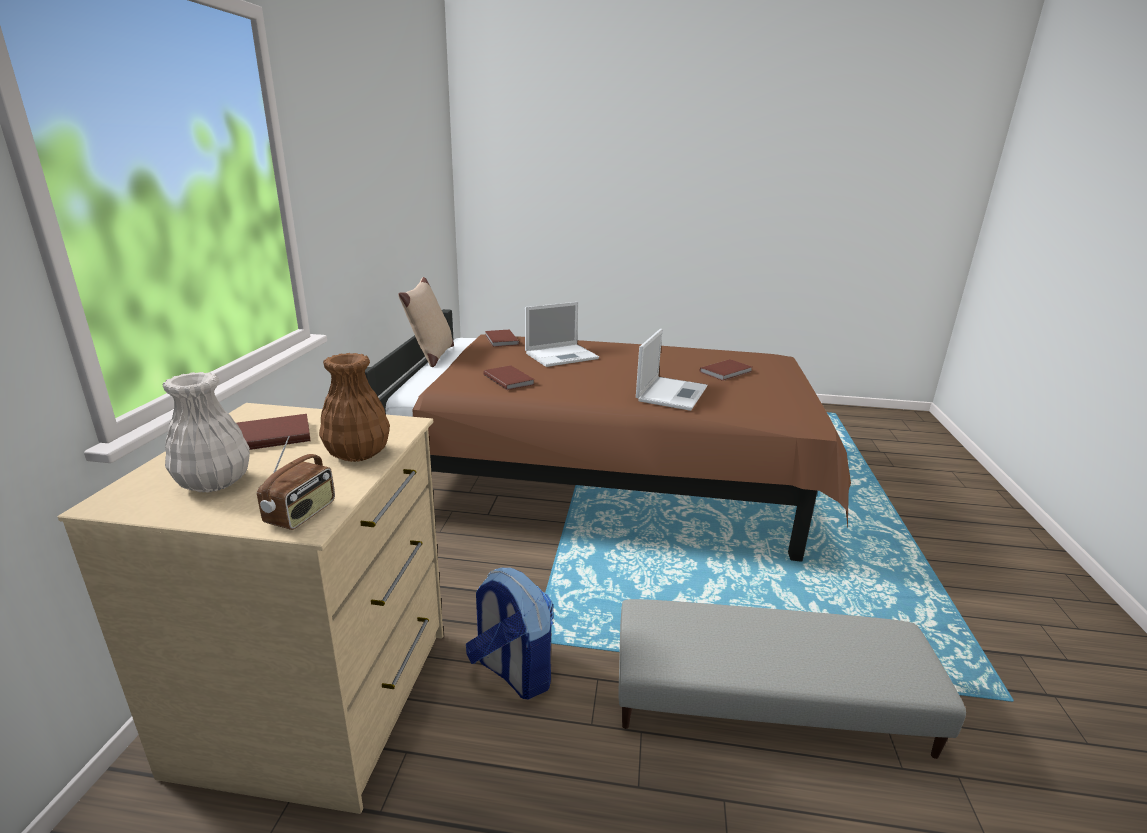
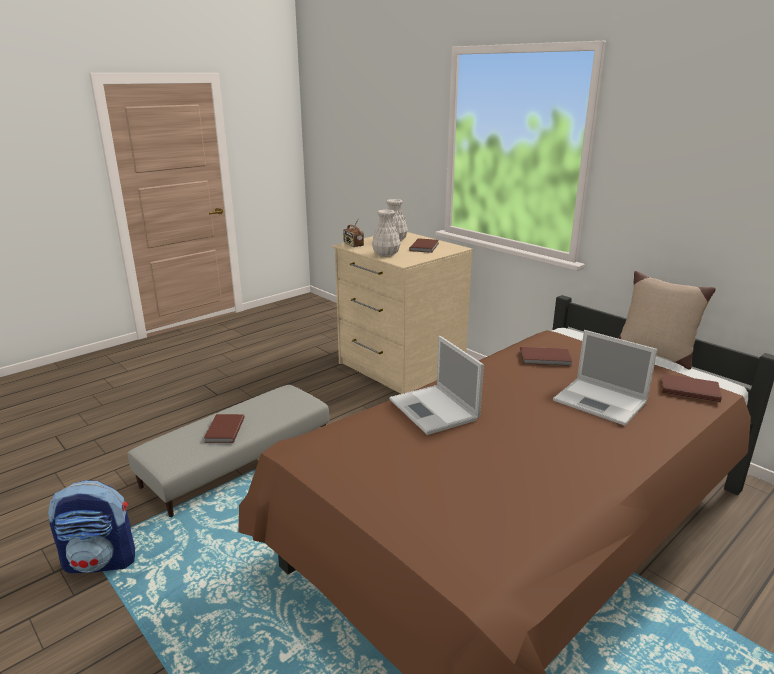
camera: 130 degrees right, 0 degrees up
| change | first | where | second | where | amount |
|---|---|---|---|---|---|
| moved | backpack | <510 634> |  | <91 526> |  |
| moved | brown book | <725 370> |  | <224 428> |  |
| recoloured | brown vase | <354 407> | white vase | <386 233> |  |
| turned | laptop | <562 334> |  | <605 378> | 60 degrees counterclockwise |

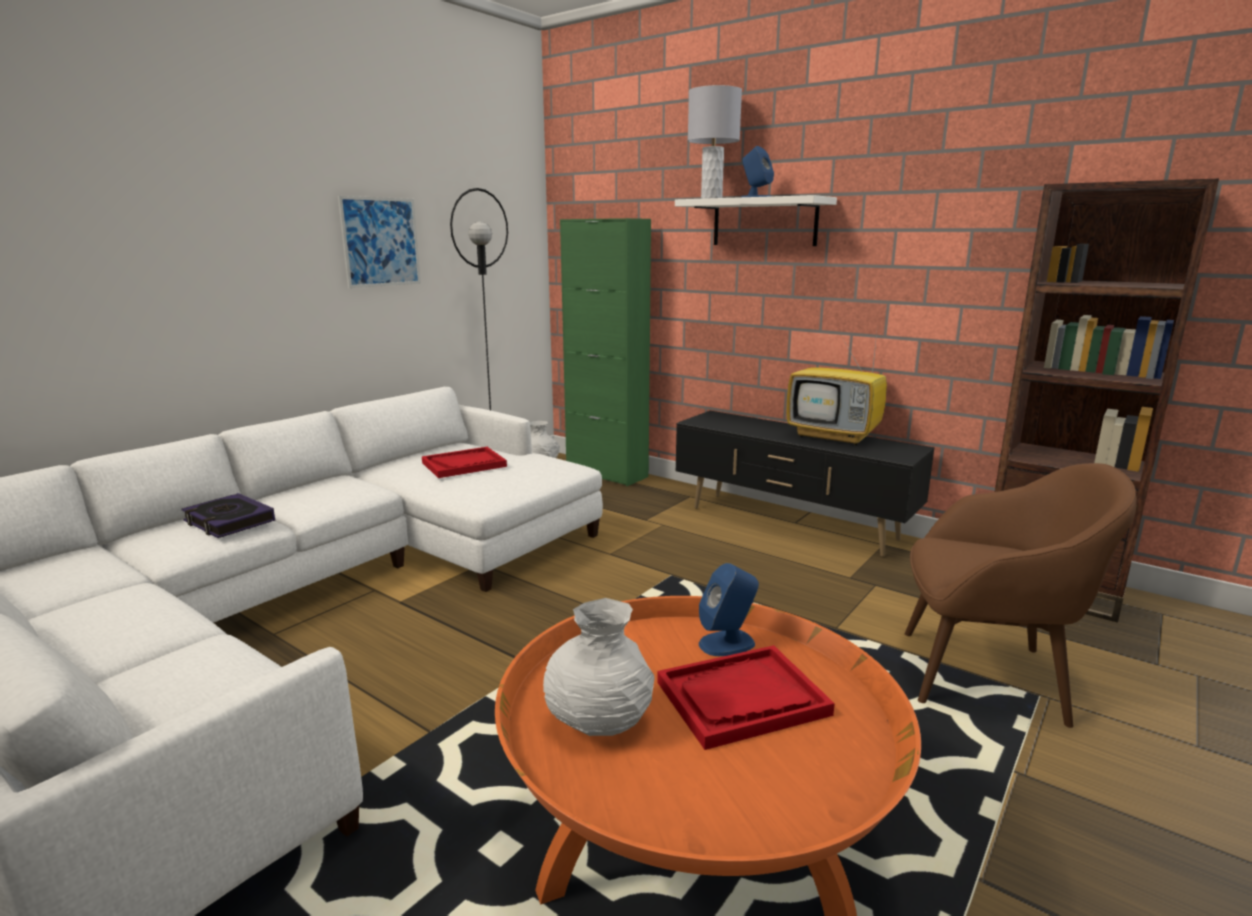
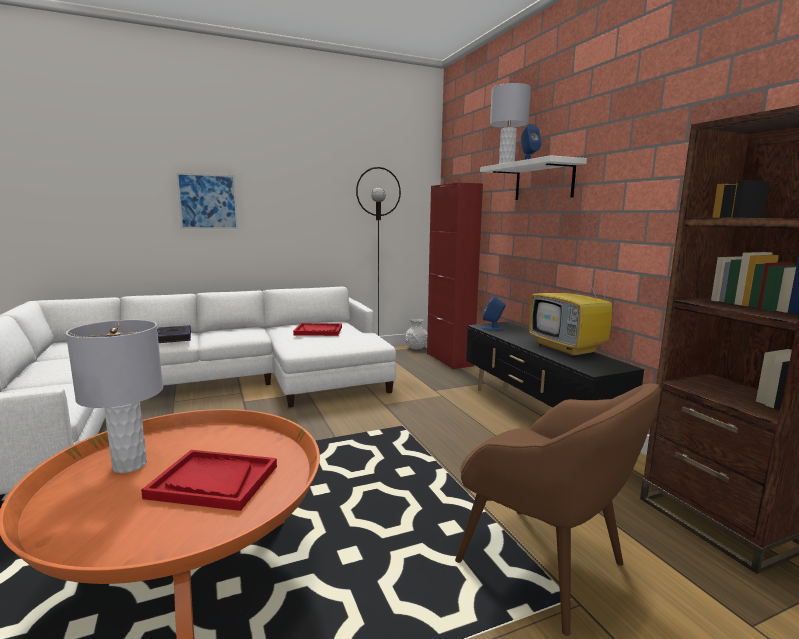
camera: 30 degrees right, 5 degrees down
| change | first | where | second | where | amount |
|---|---|---|---|---|---|
| moved | picture | <379 242> |  | <207 201> |  |
| moved | blue speaker | <729 609> |  | <493 313> |  |
| replaced | white vase | <598 667> | grey table lamp | <114 396> |  |
| recoloured | green cabinet | <605 352> | red cabinet | <455 275> |  |

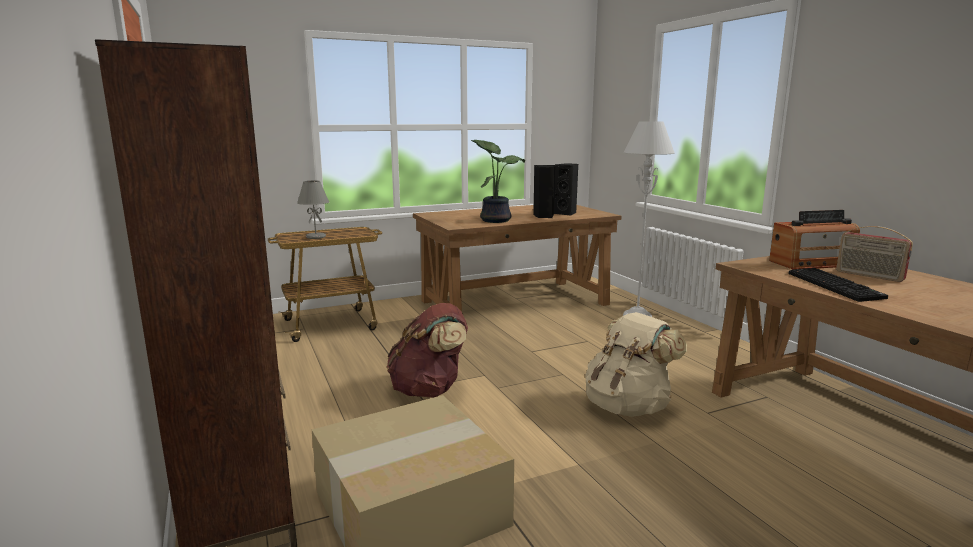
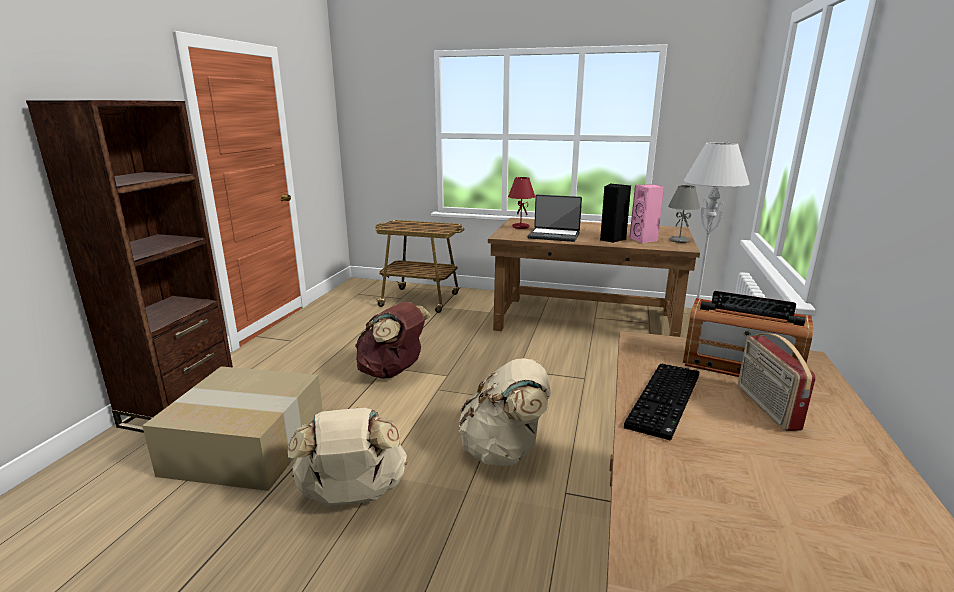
camera: 40 degrees right, 5 degrees up
| change | first | where | second | where | amount |
|---|---|---|---|---|---|
| added |  |  | beige backpack | <347 456> |  |
| added |  |  | red table lamp | <521 203> |  |
| moved | grey table lamp | <313 209> |  | <684 214> |  |
| replaced | potted plant | <498 181> | laptop | <554 218> |  |
| recoloured | black speaker | <566 189> | pink speaker | <646 213> |  |

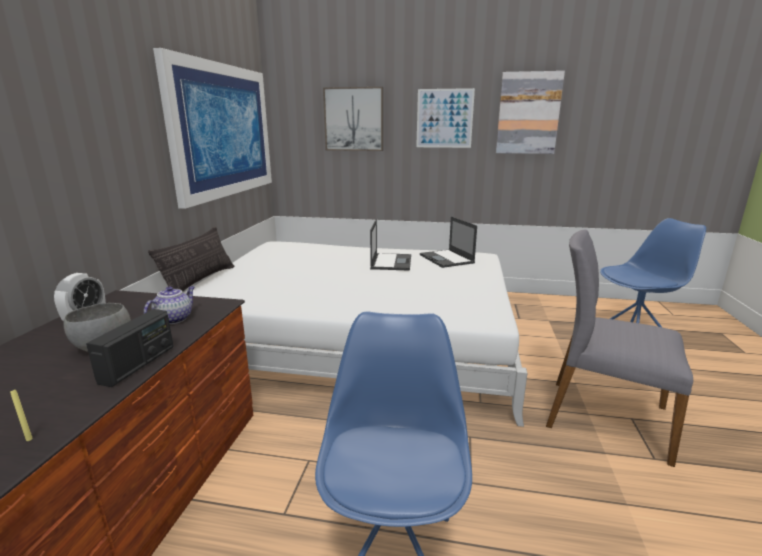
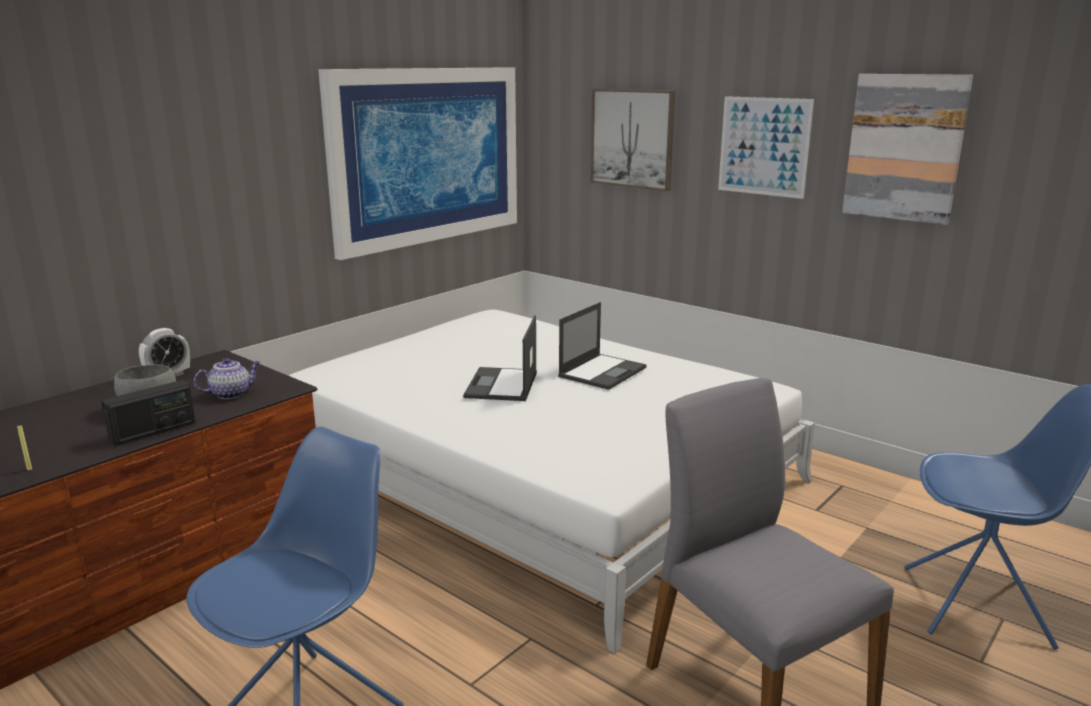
camera: 30 degrees right, 0 degrees up
| change | first | where | second | where | amount |
|---|---|---|---|---|---|
| removed | pillow | <191 259> |  |  |  |
| moved | laptop | <448 242> |  | <500 358> |  |

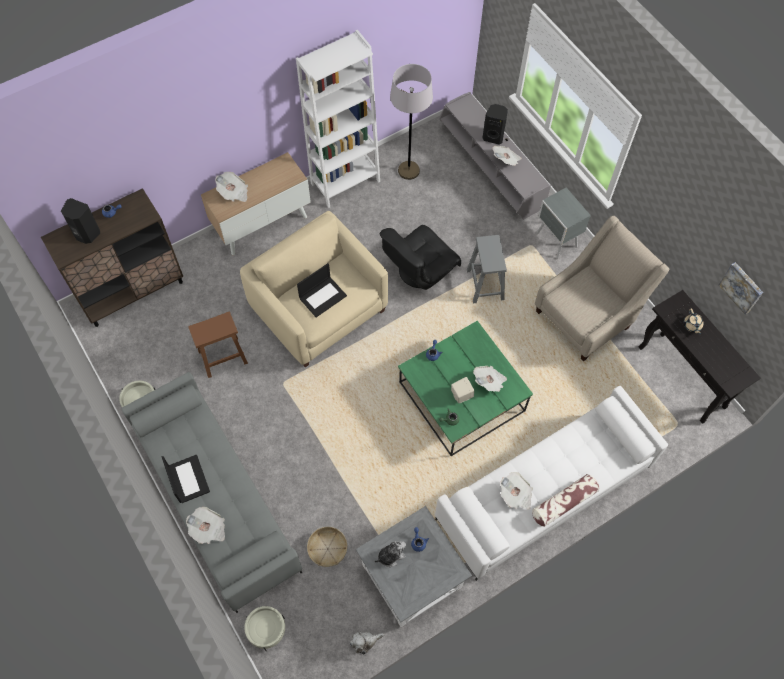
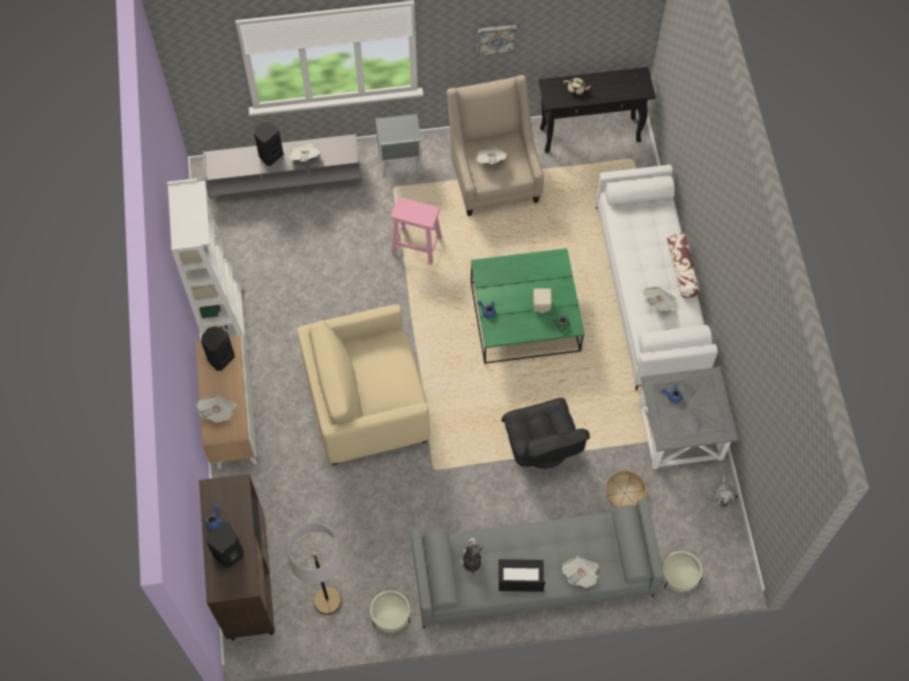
camera: 65 degrees left, 0 degrees up
| change | first | where | second | where | amount |
|---|---|---|---|---|---|
| removed | brown stool | <218 345> |  |  |  |
| removed | laptop | <322 290> |  |  |  |
| added |  |  | black speaker | <218 348> |  |
| moved | plush toy | <390 554> |  | <472 556> |  |
| moved | black armchair | <420 257> |  | <545 433> |  |
| moved | grey floor lamp | <411 122> |  | <315 569> |  |
| moved | newspaper | <490 379> |  | <491 155> |  |
| moved | picture | <741 288> |  | <497 41> |  |
| recoloured | grey stool | <487 269> | pink stool | <416 231> |  |

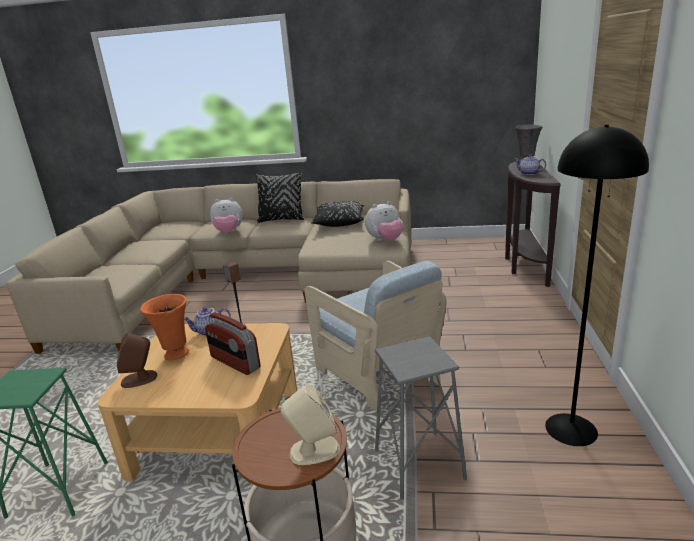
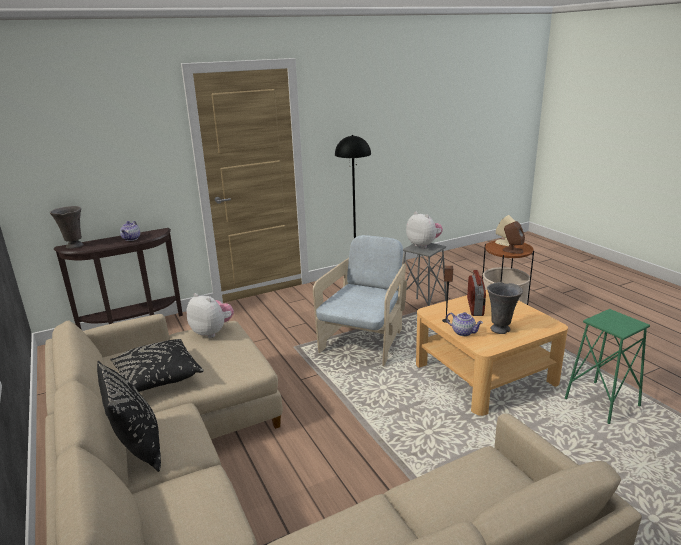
camera: 125 degrees left, 0 degrees up
| change | first | where | second | where | amount |
|---|---|---|---|---|---|
| moved | brown speaker | <137 360> |  | <514 237> |  |
| moved | plush toy | <226 215> |  | <424 230> |  |
| recoloured | orange vase | <164 327> | grey vase | <505 308> |  |

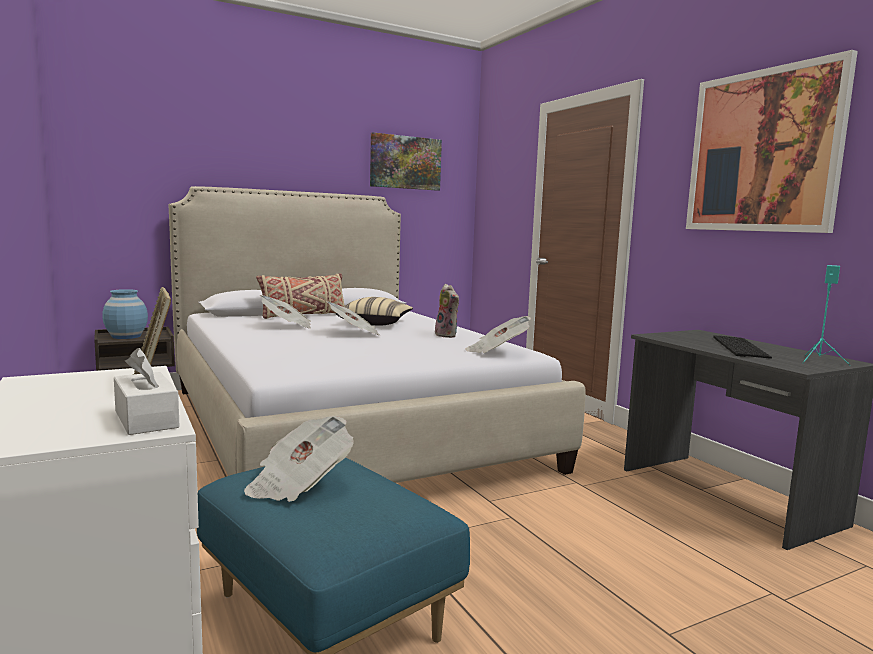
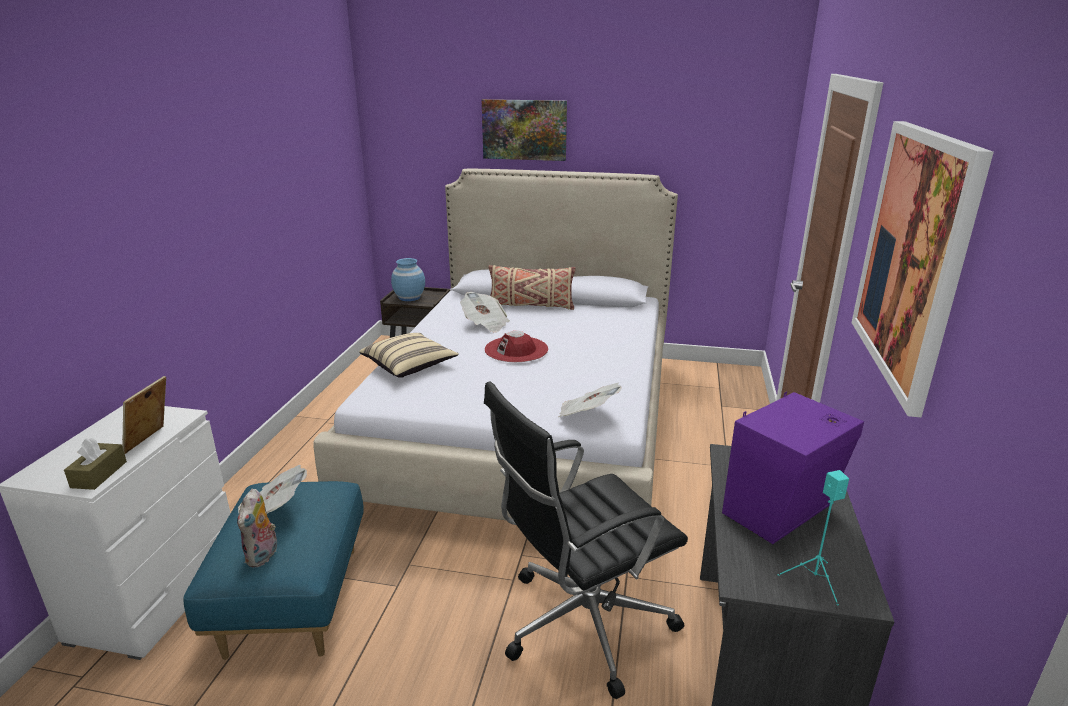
camera: 40 degrees right, 15 degrees up
| change | first | where | second | where | amount |
|---|---|---|---|---|---|
| added |  |  | black office chair | <586 540> |  |
| moved | beige pillow | <374 311> |  | <409 355> |  |
| moved | picture | <406 161> |  | <524 130> |  |
| moved | plush toy | <447 311> |  | <257 528> |  |
| replaced | newspaper | <353 318> | red hat | <516 346> |  |
| replaced | keyboard | <742 347> | purple speaker | <793 468> |  |
| recoloured | white tissue box | <147 391> | brown tissue box | <95 464> |  |

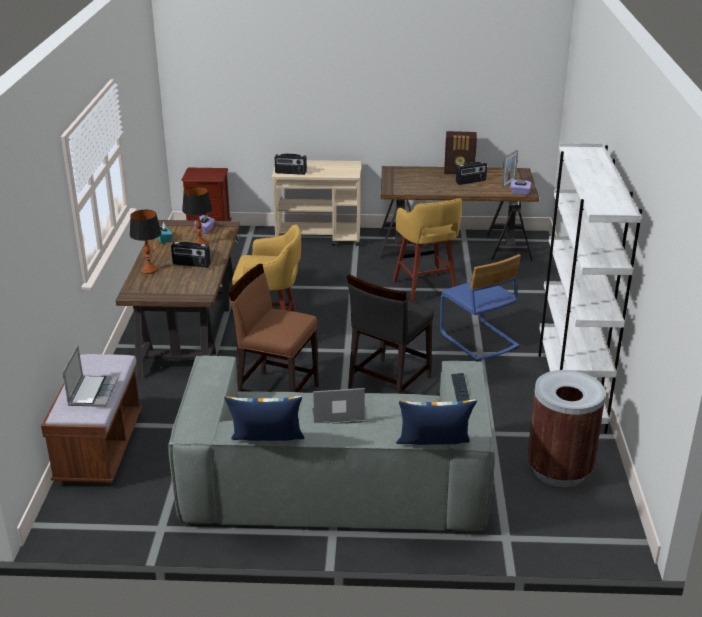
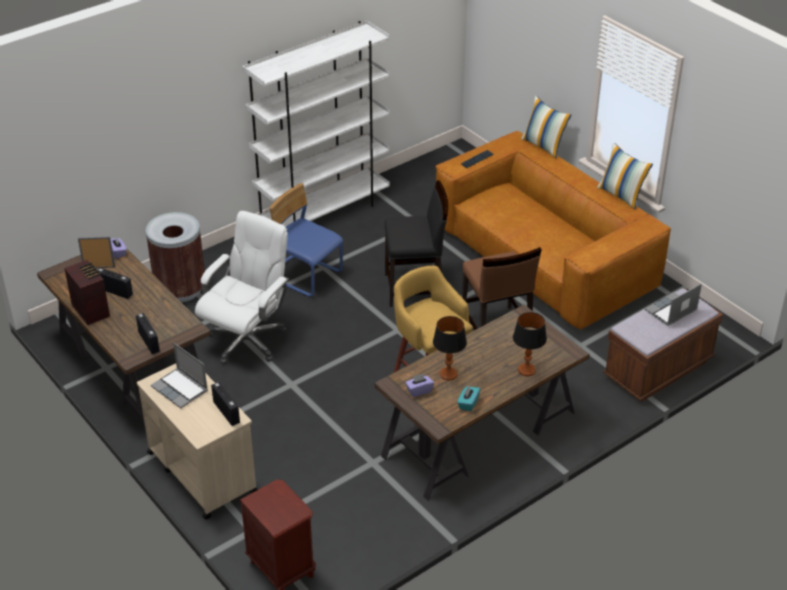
camera: 130 degrees left, 10 degrees up
| change | first | where | second | where | amount |
|---|---|---|---|---|---|
| moved | radio | <191 254> |  | <148 333> |  |
| moved | laptop | <338 405> |  | <179 376> |  |
| moved | brown trash can | <566 428> |  | <175 257> |  |
| replaced | yellow stool | <427 250> | white office chair | <242 288> |  |
| recoloured | grey sofa | <331 443> | brown sofa | <553 230> |  |
| turned | blue chair | <480 307> |  | <306 240> | 75 degrees counterclockwise |

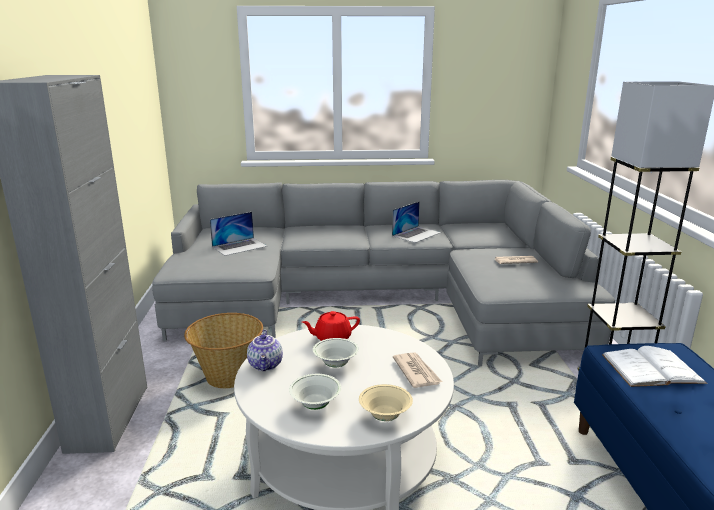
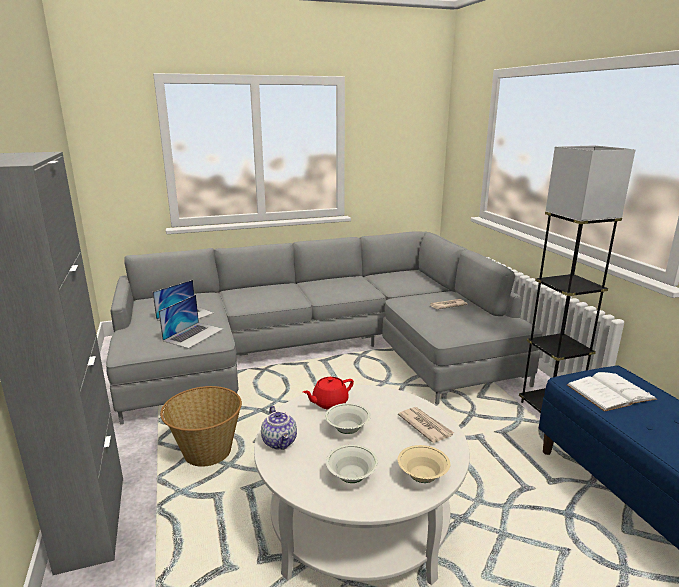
camera: 15 degrees left, 0 degrees up
| change | first | where | second | where | amount |
|---|---|---|---|---|---|
| moved | laptop | <416 222> |  | <191 322> |  |

